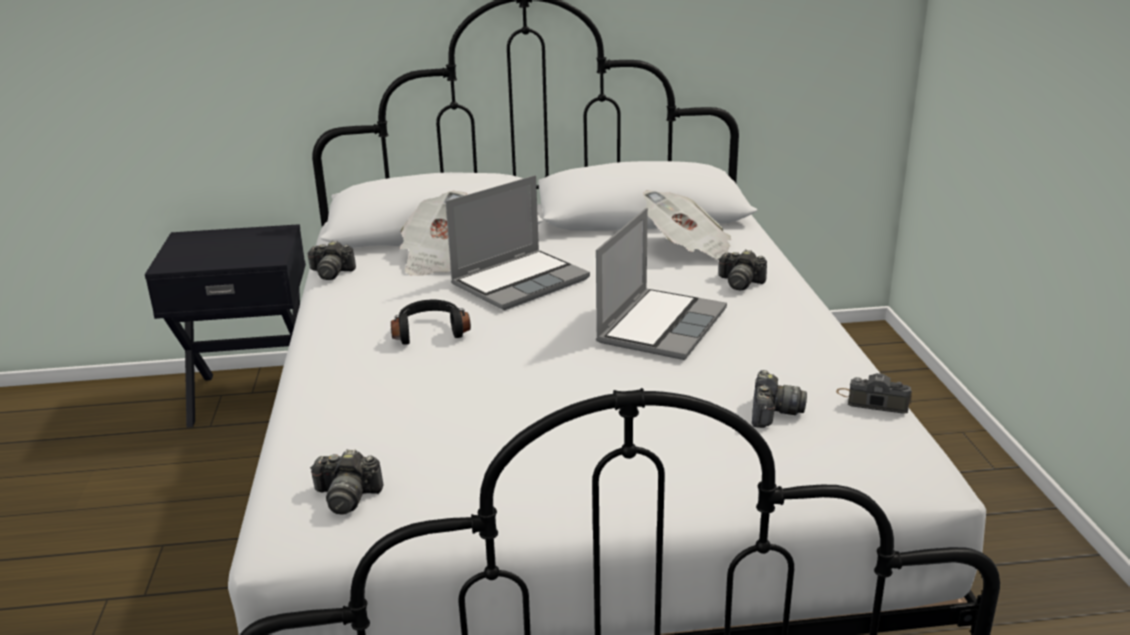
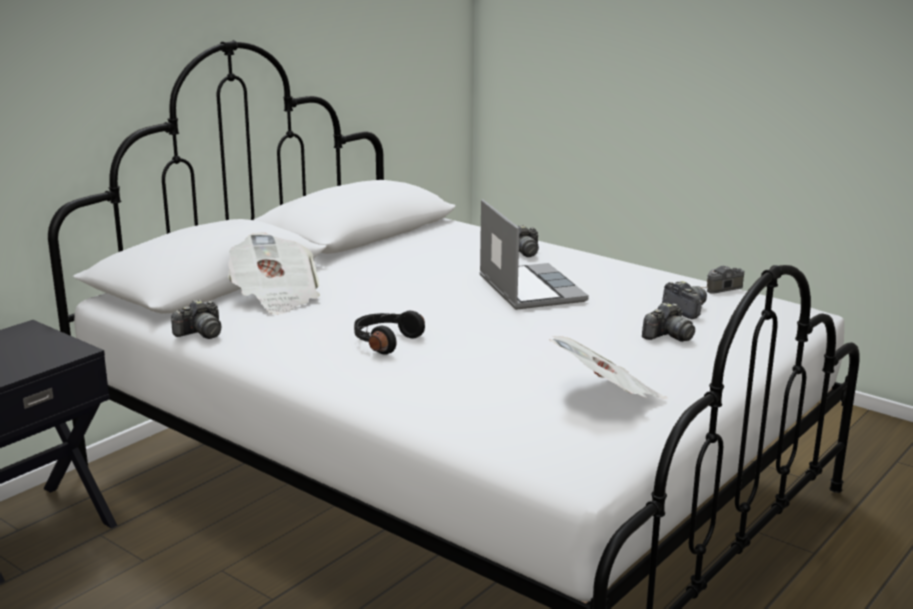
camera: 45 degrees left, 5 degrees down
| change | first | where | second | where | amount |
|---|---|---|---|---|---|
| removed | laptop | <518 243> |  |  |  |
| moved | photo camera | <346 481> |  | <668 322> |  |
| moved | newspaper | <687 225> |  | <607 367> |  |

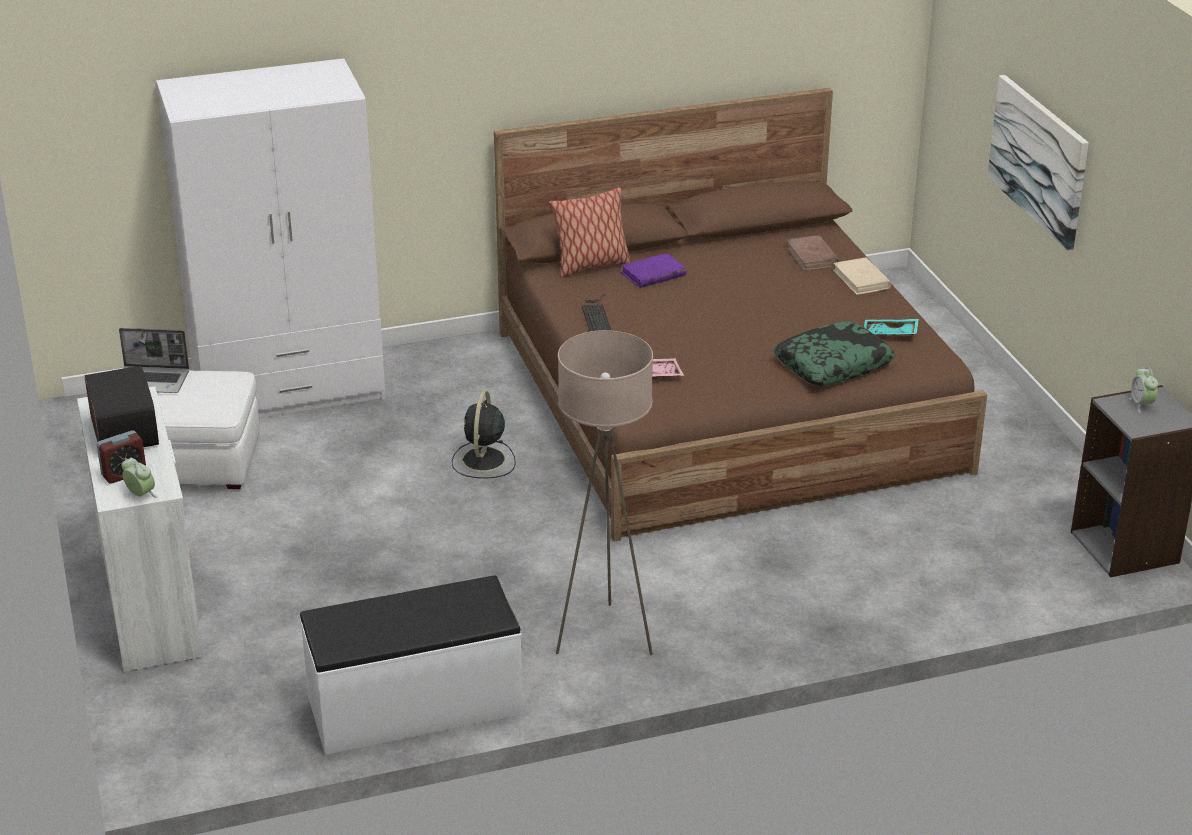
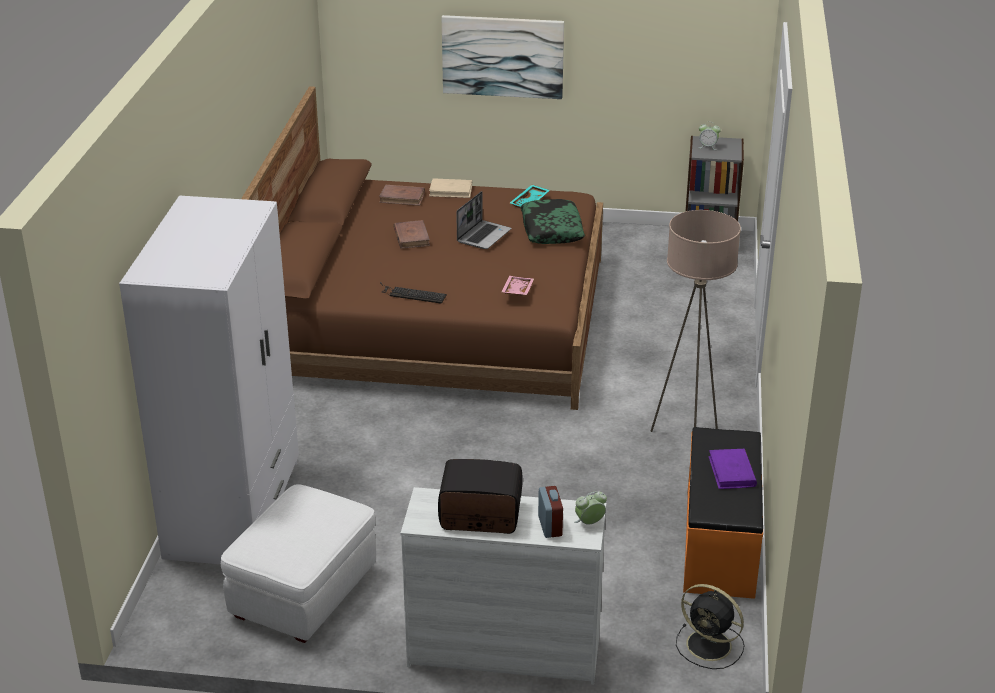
camera: 65 degrees left, 0 degrees up
| change | first | where | second | where | amount |
|---|---|---|---|---|---|
| removed | pillow | <590 232> |  |  |  |
| added |  |  | brown book | <411 234> |  |
| moved | laptop | <154 360> |  | <483 220> |  |
| moved | black fan | <484 434> |  | <710 626> |  |
| moved | purple book | <653 270> |  | <733 469> |  |
| recoloured | white bench | <411 665> | orange bench | <723 513> |  |

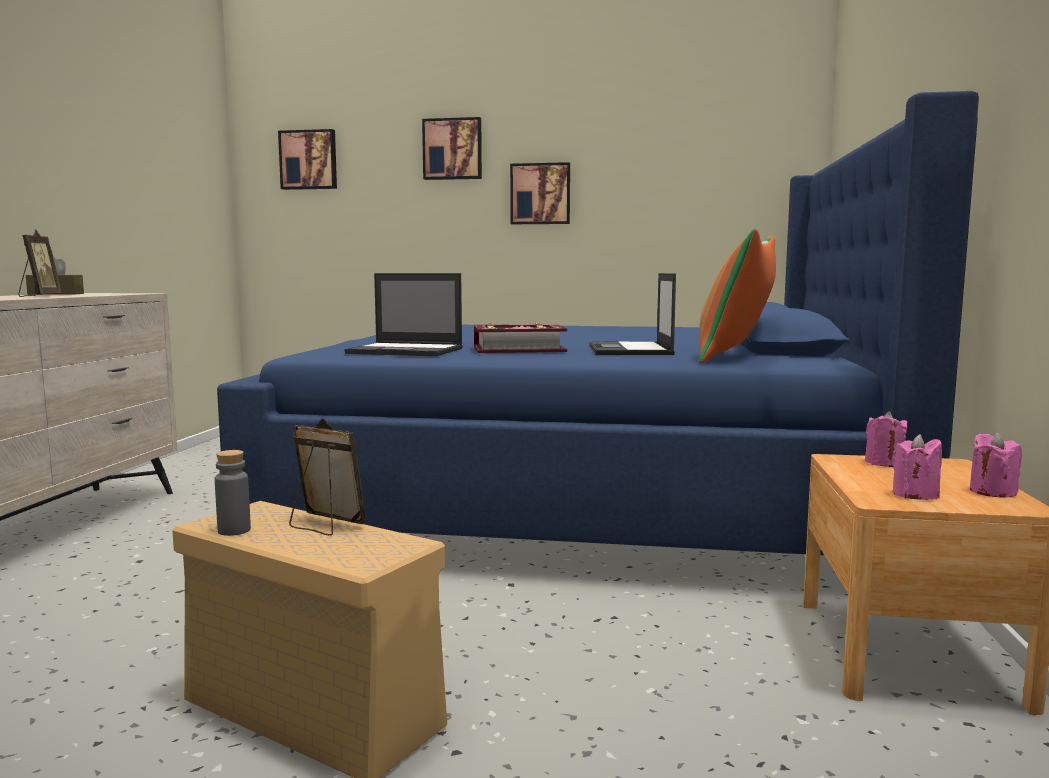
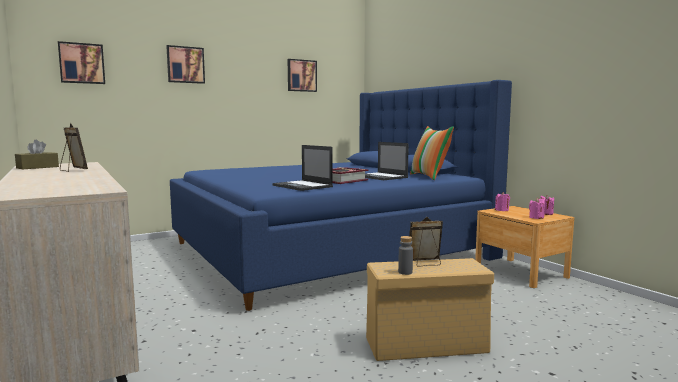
camera: 40 degrees left, 0 degrees up
| change | first | where | second | where | amount |
|---|---|---|---|---|---|
| moved | picture | <540 193> |  | <302 75> |  |
| turned | laptop | <404 314> |  | <302 168> | 75 degrees clockwise |

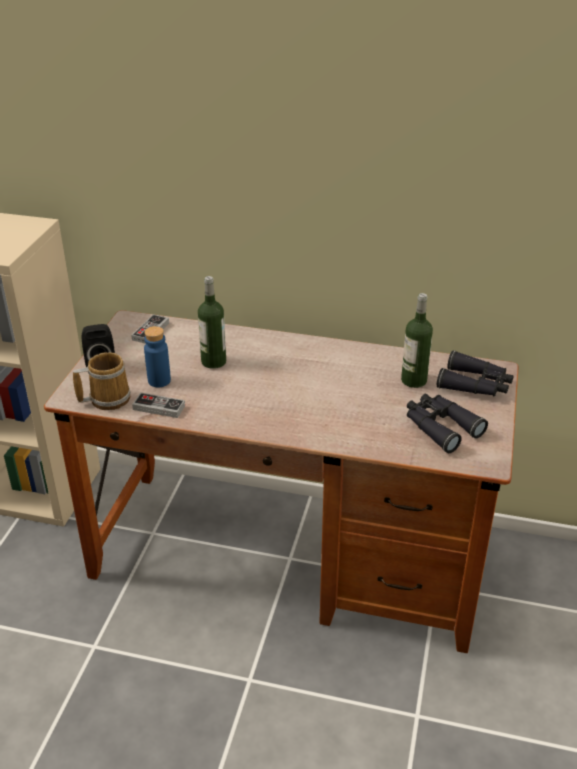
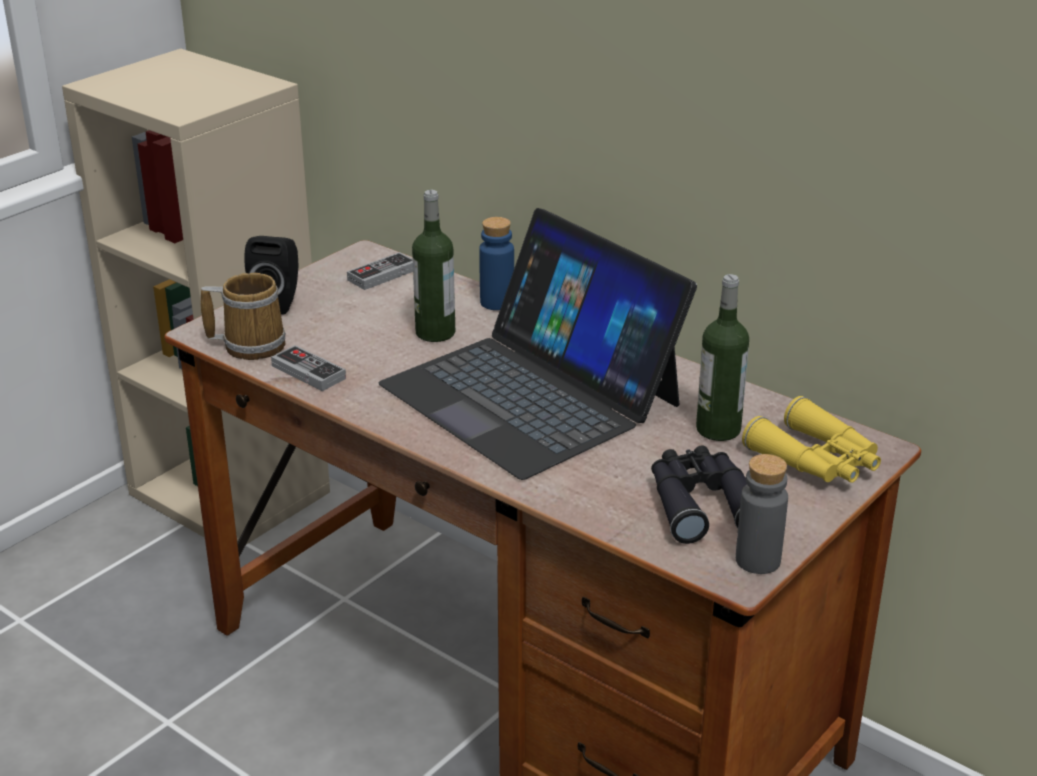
camera: 25 degrees right, 5 degrees down
| change | first | where | second | where | amount |
|---|---|---|---|---|---|
| added |  |  | laptop | <537 344> |  |
| added |  |  | grey bottle | <762 514> |  |
| moved | blue bottle | <157 356> |  | <496 263> |  |
| recoloured | black binoculars | <475 374> | yellow binoculars | <811 439> |  |

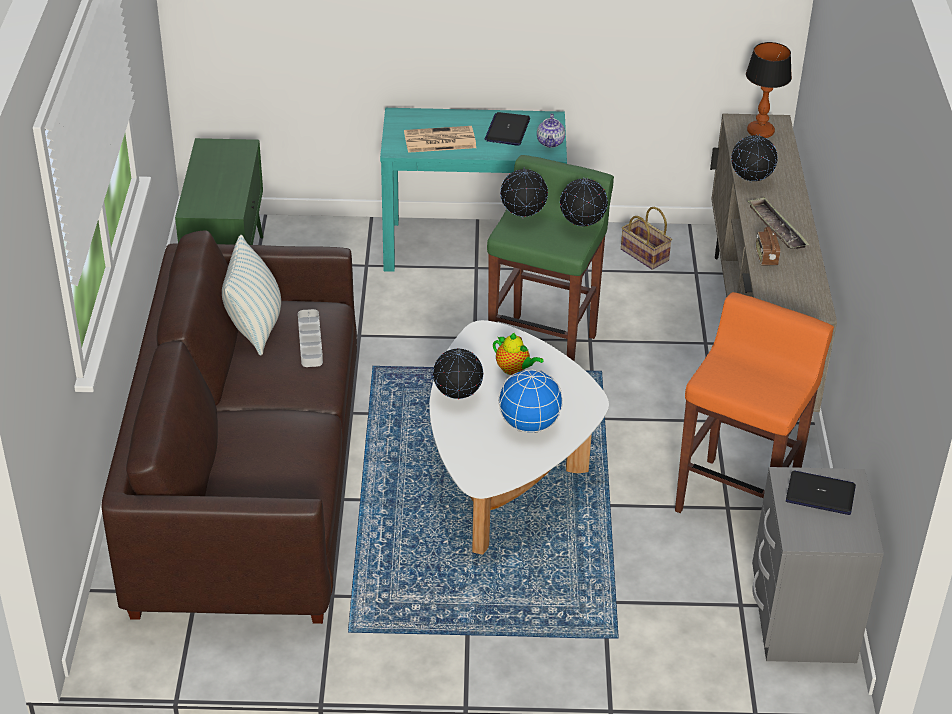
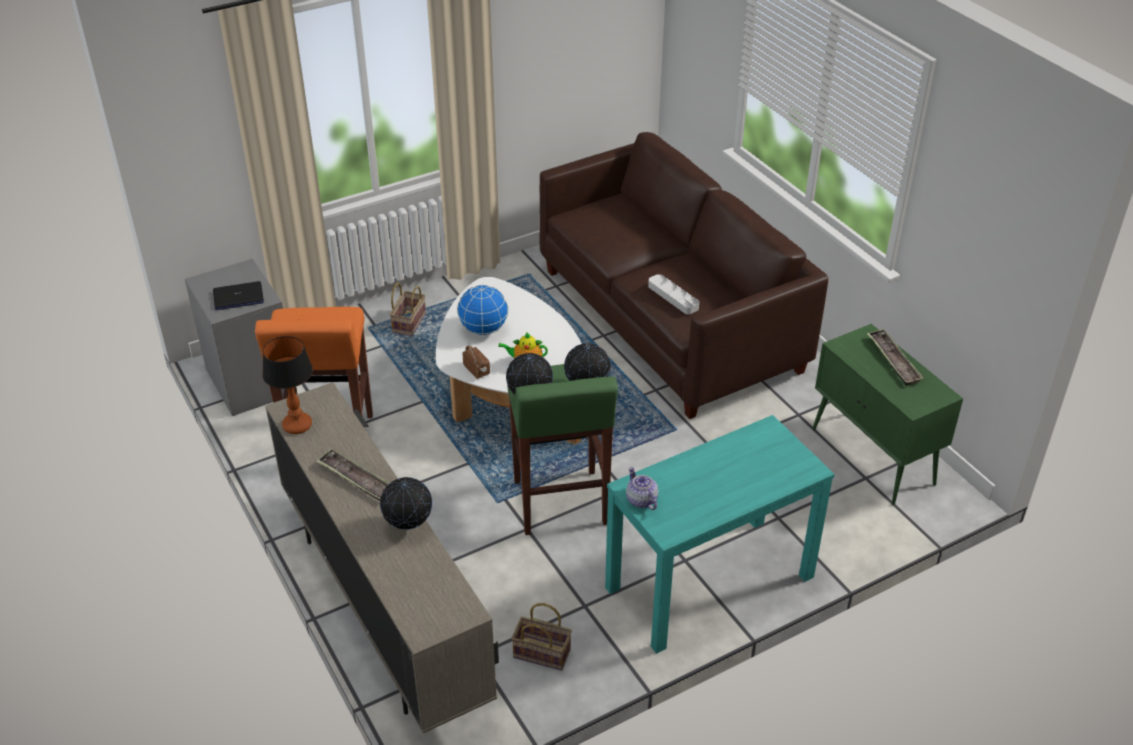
camera: 150 degrees right, 0 degrees up
| change | first | where | second | where | amount |
|---|---|---|---|---|---|
| removed | pillow | <251 295> |  |  |  |
| removed | newspaper | <440 139> |  |  |  |
| removed | globe | <458 373> |  |  |  |
| removed | laptop | <507 129> |  |  |  |
| added |  |  | basket | <408 309> |  |
| added |  |  | tray | <895 357> |  |
| moved | table lamp | <769 90> |  | <287 385> |  |
| moved | radio | <767 246> |  | <476 360> |  |

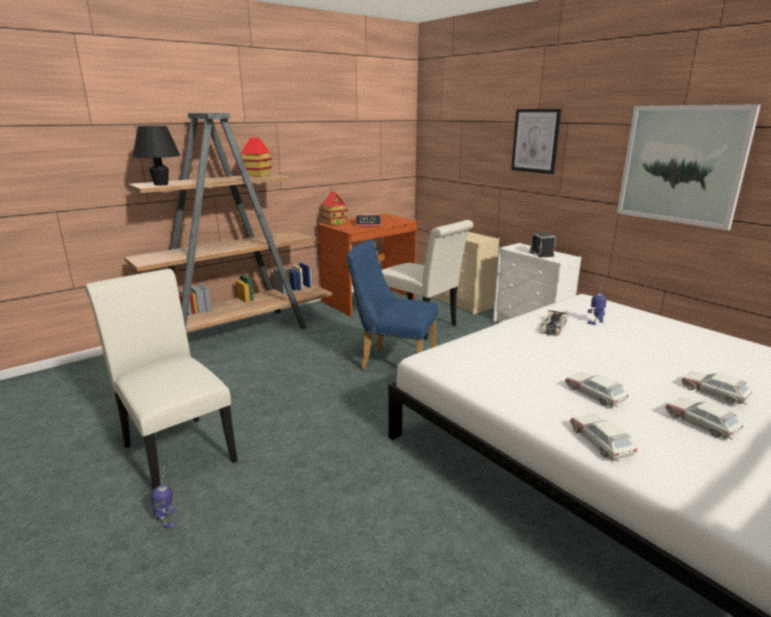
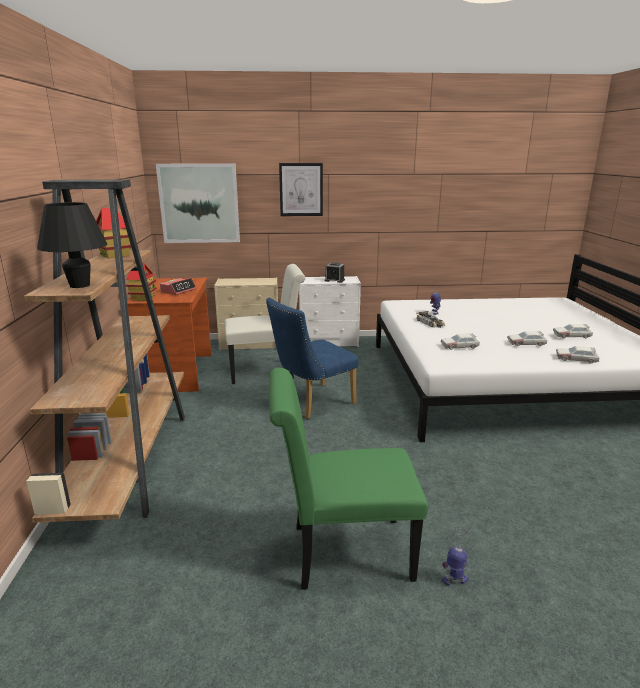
camera: 55 degrees left, 0 degrees up
| change | first | where | second | where | amount |
|---|---|---|---|---|---|
| moved | picture | <689 167> |  | <198 203> |  |
| moved | toy car | <716 387> |  | <460 341> |  |
| recoloured | white chair | <161 379> | green chair | <348 479> |  |

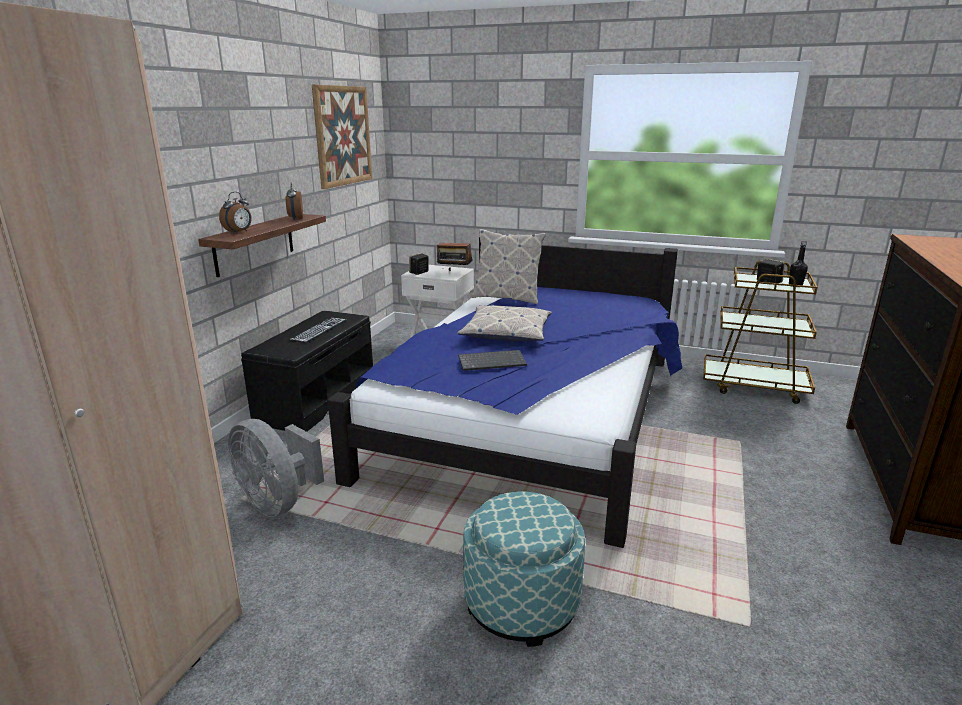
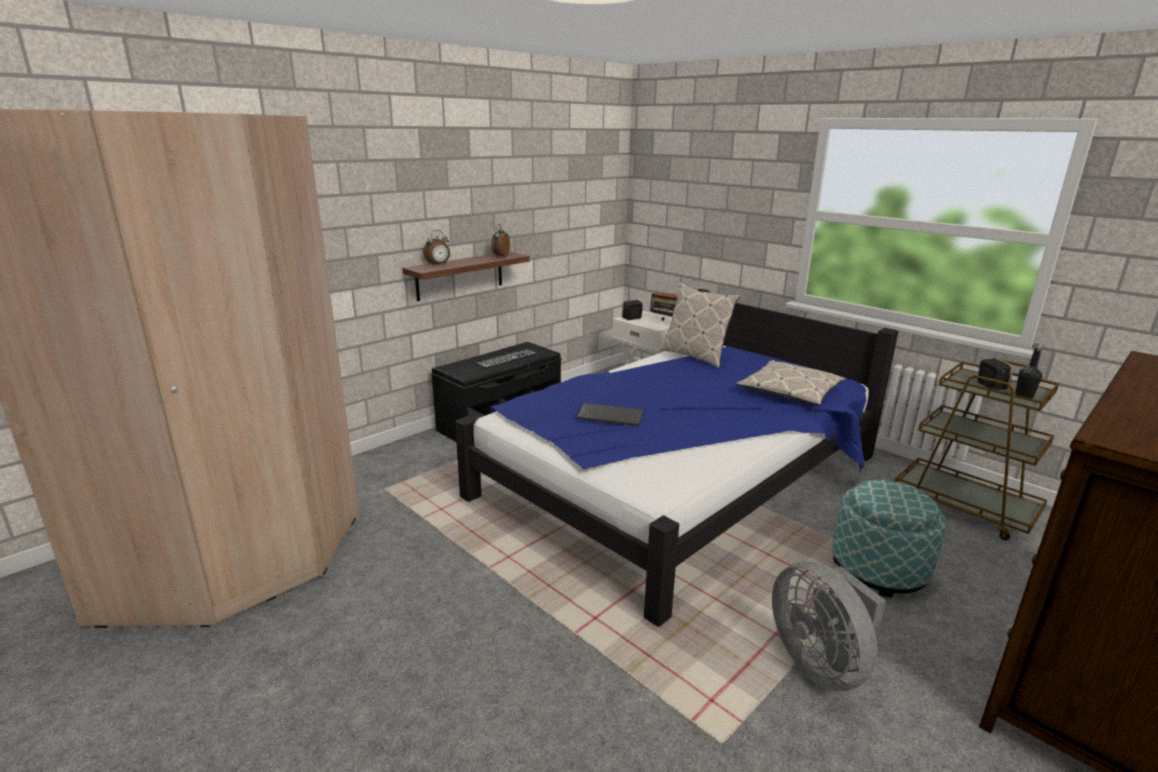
camera: 25 degrees right, 0 degrees up
| change | first | where | second | where | amount |
|---|---|---|---|---|---|
| removed | picture | <342 137> |  |  |  |
| moved | grey fan | <276 468> |  | <829 626> |  |
| moved | pillow | <504 323> |  | <791 382> |  |
| moved | ottoman | <524 569> |  | <889 539> |  |

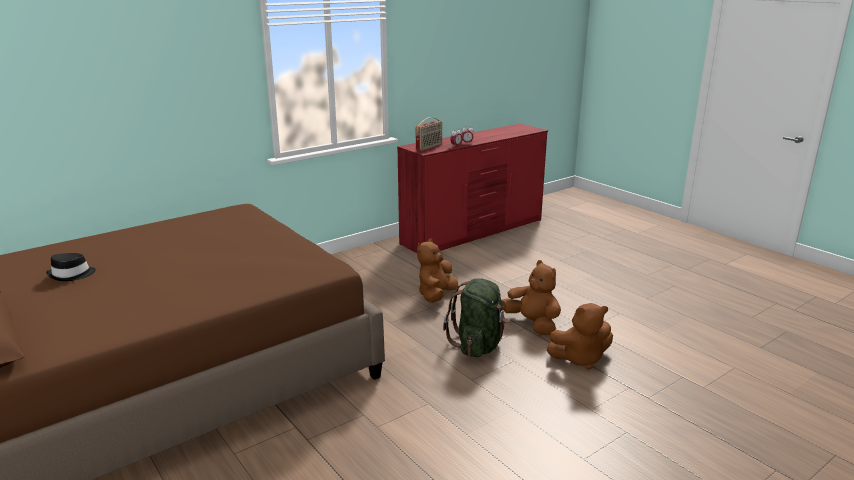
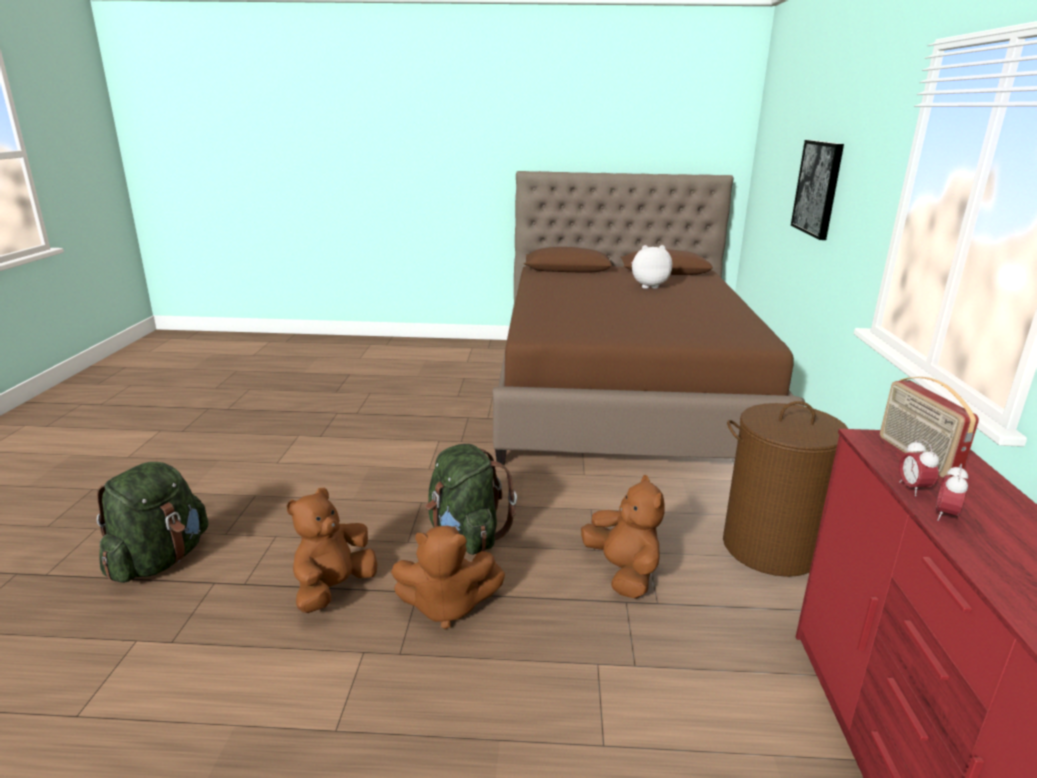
camera: 130 degrees right, 0 degrees up
| change | first | where | second | where | amount |
|---|---|---|---|---|---|
| added |  |  | green backpack | <153 522> |  |
| added |  |  | brown laundry basket | <785 489> |  |
| added |  |  | picture | <817 190> |  |
| replaced | black hat | <71 267> | plush toy | <652 267> |  |

